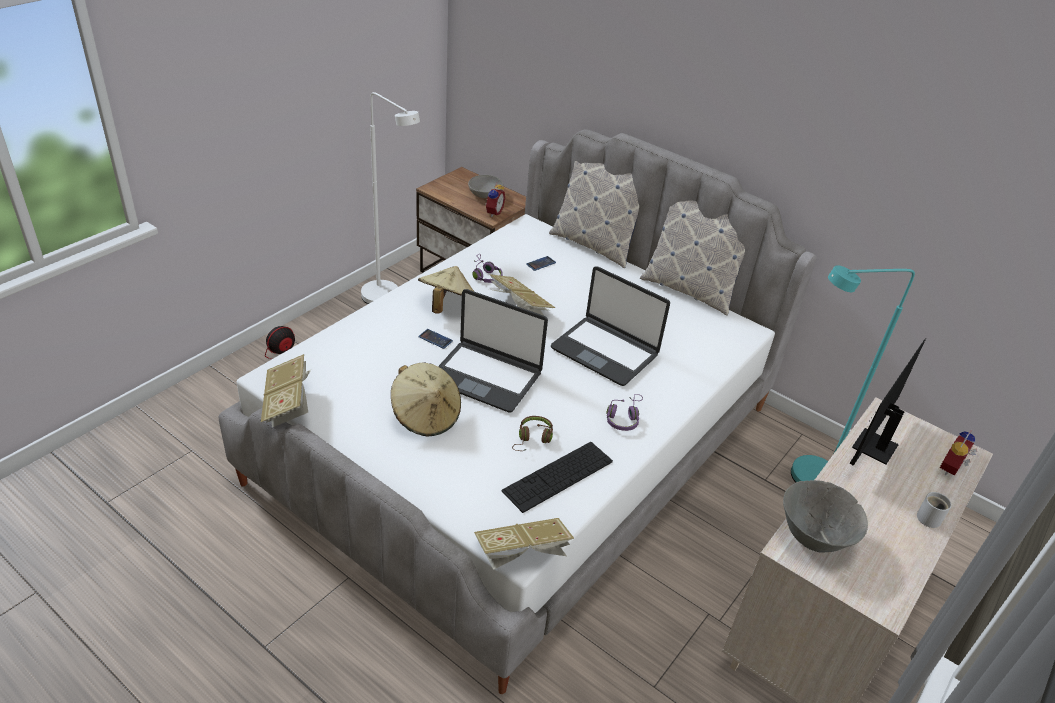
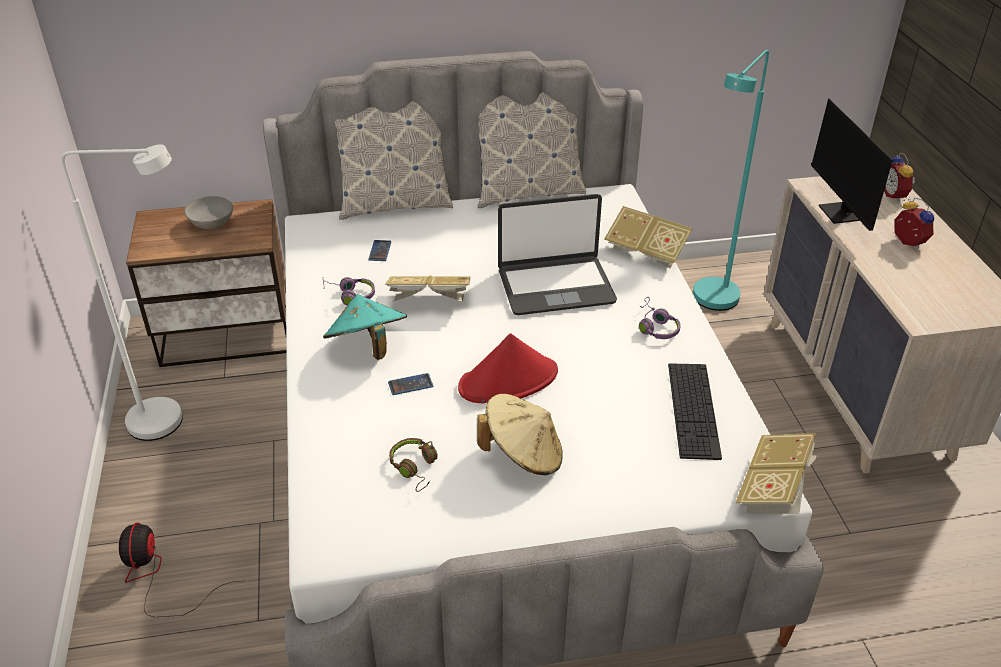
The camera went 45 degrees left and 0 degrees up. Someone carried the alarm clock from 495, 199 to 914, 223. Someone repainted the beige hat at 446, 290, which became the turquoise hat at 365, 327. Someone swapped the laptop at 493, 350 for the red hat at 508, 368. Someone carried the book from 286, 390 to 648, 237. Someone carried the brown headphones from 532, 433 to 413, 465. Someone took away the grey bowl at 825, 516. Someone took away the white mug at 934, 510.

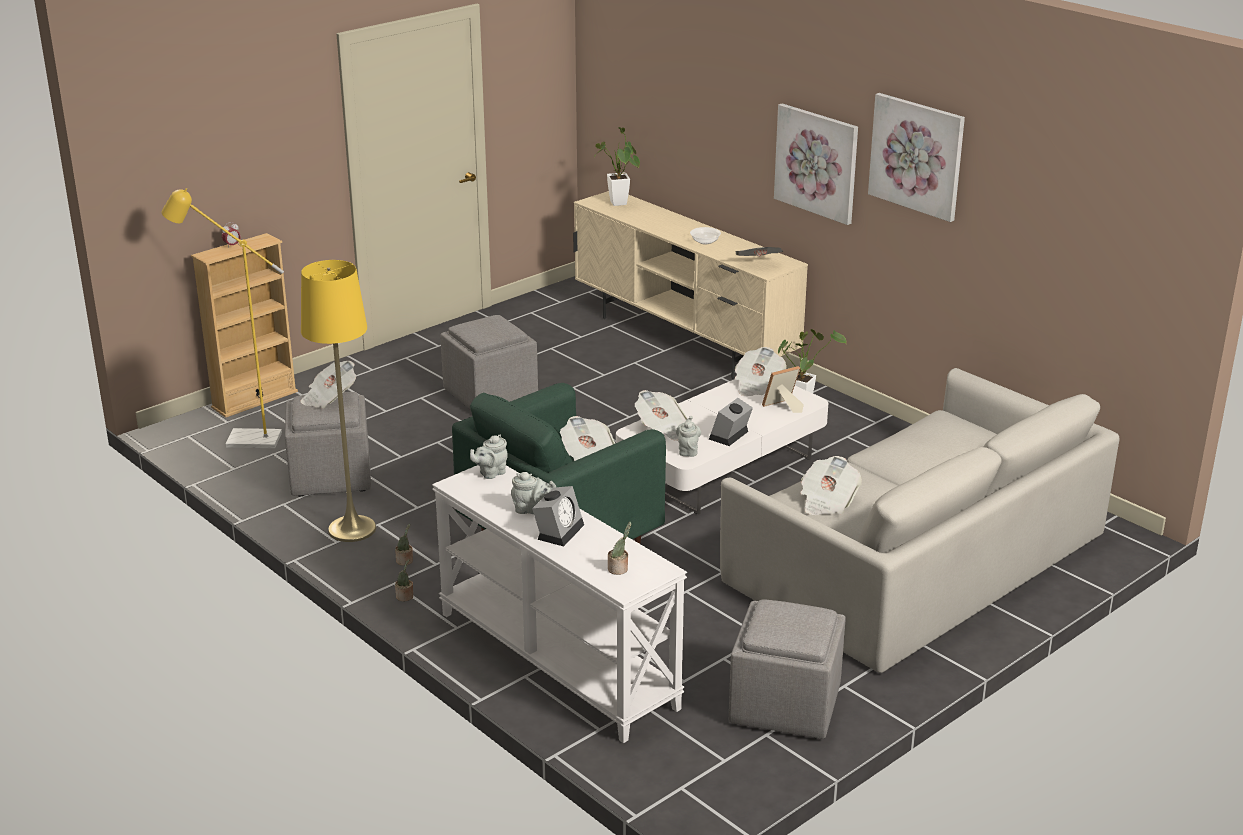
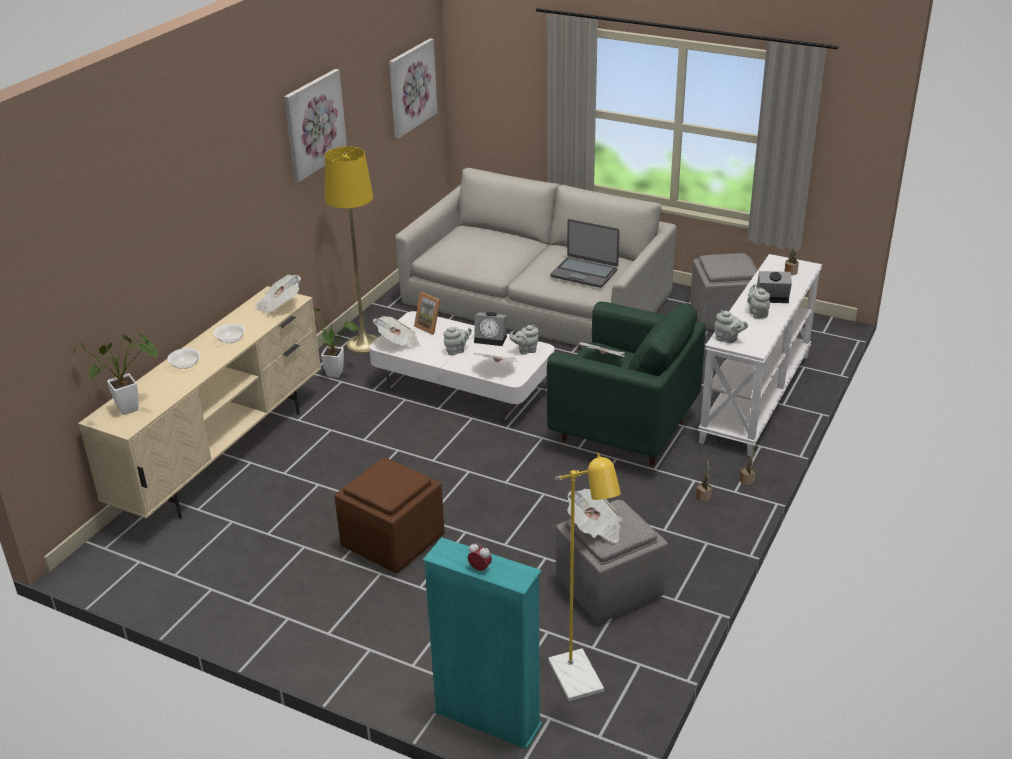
The camera went 110 degrees left and 5 degrees up. Someone carried the picture from 816, 164 to 413, 88. Someone repainted the beige bookcase at 244, 325, which became the turquoise bookcase at 482, 643. Someone carried the yellow floor lamp from 338, 401 to 351, 250. Someone repainted the grey ottoman at 489, 362, which became the brown ottoman at 389, 515. Someone swapped the newspaper at 831, 485 for the laptop at 585, 253. Someone put down the grey teapot at 457, 341. Someone put down the bowl at 183, 358.

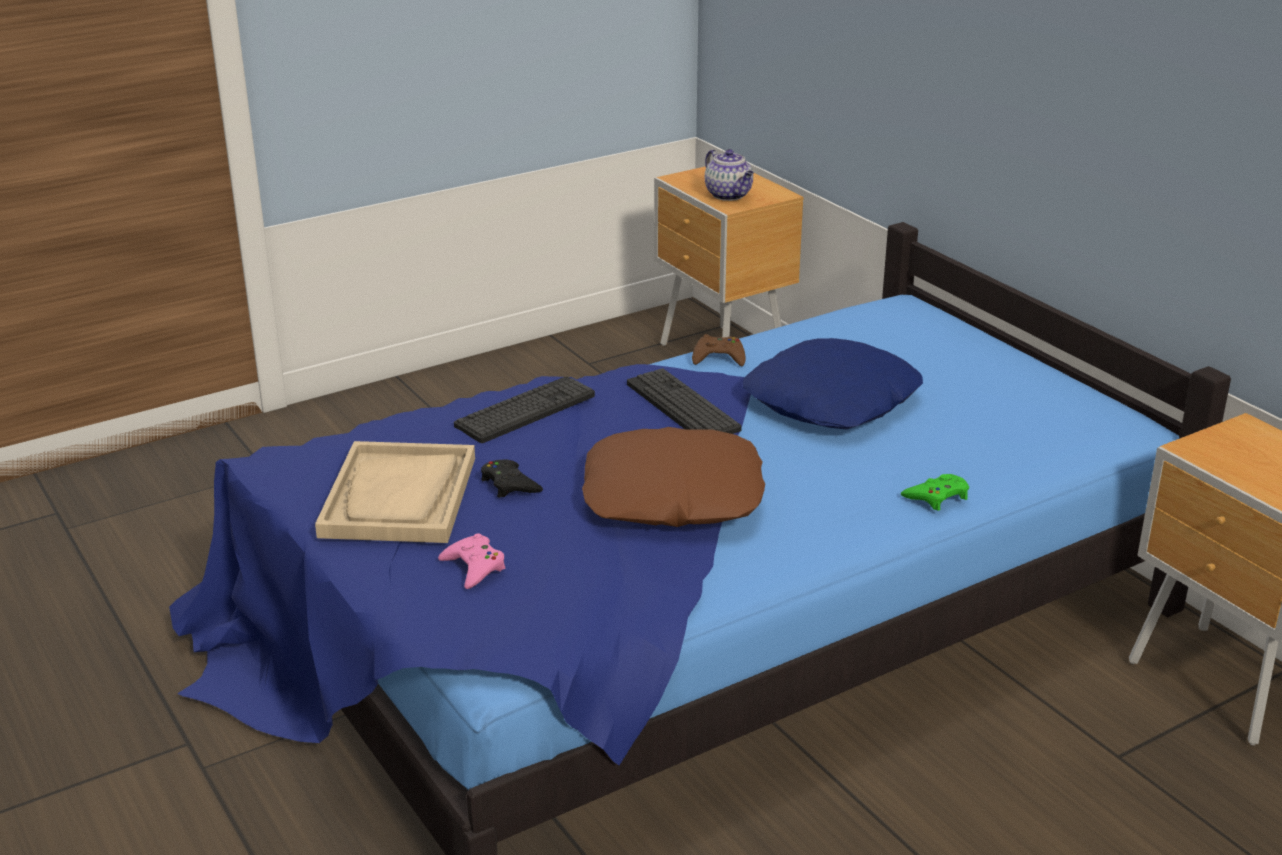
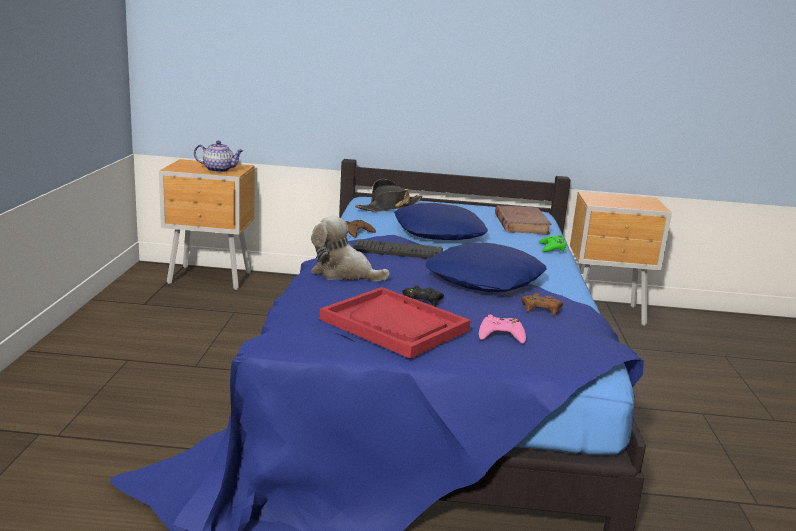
The camera went 55 degrees left and 10 degrees down. Someone swapped the keyboard at 524, 410 for the plush toy at 350, 248. Someone repainted the brown pillow at 673, 477, which became the blue pillow at 486, 267. Someone repainted the beige tray at 395, 492, which became the red tray at 395, 323. Someone put down the black hat at 389, 195. Someone put down the brown book at 523, 219. Someone put down the brown game controller at 542, 304.

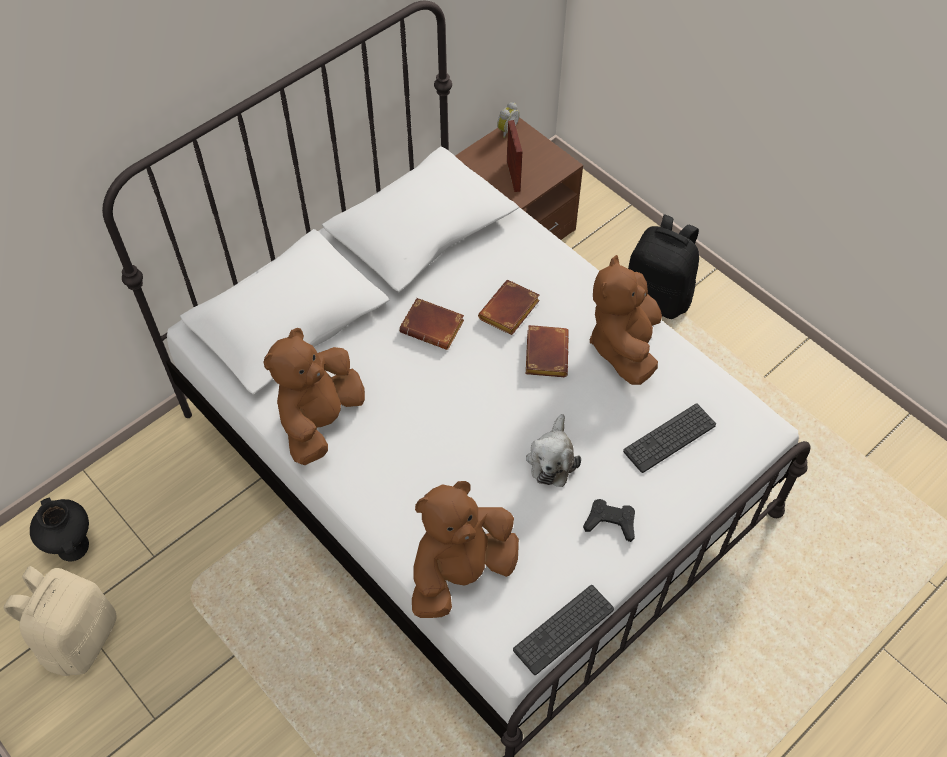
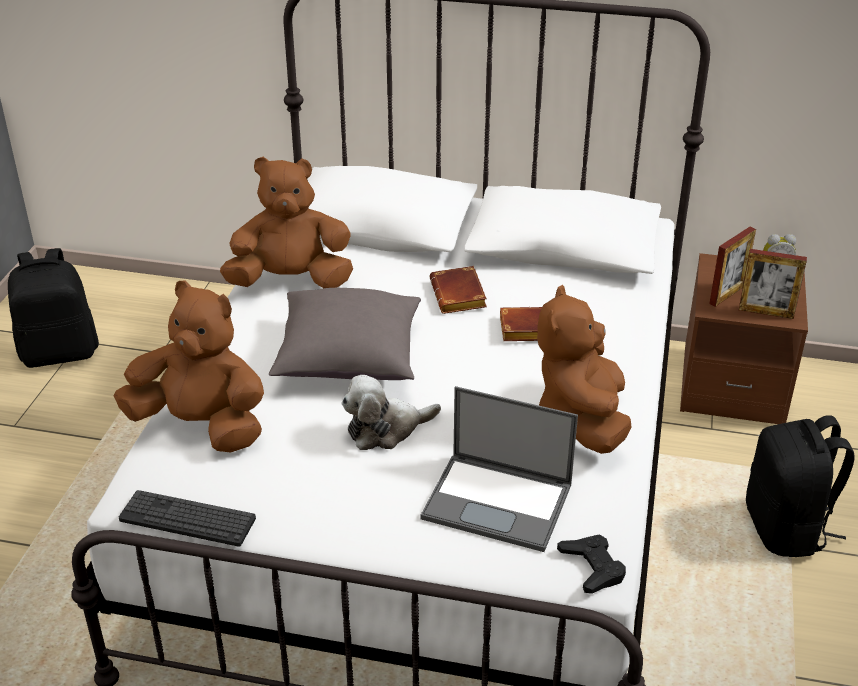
The camera went 55 degrees right and 20 degrees down. Someone rotated the brown plush toy at 626, 320 by 60 degrees counterclockwise. Someone took away the brown book at 547, 351. Someone swapped the keyboard at 669, 438 for the laptop at 499, 469. Someone took away the black vase at 59, 529. Someone carried the black game controller from 609, 520 to 591, 564. Someone repainted the beige backpack at 60, 621, which became the black backpack at 53, 308. Someone put down the picture frame at 773, 284. Someone put down the grey pillow at 345, 334.

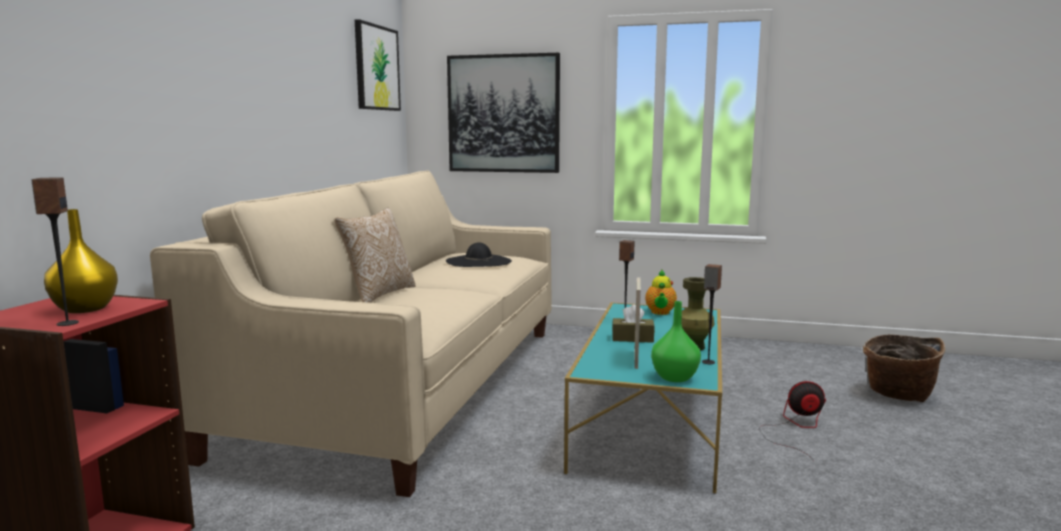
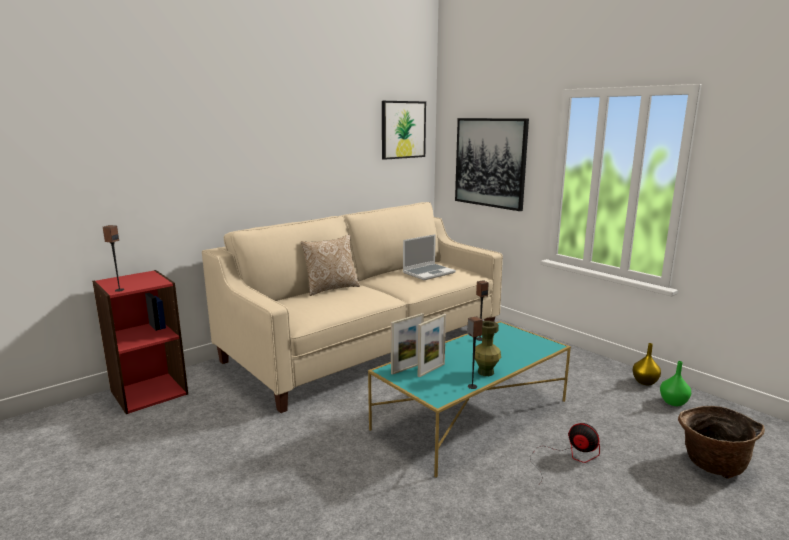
The camera went 35 degrees right and 5 degrees up. Someone carried the yellow vase from 81, 261 to 646, 364. Someone swapped the black hat at 479, 254 for the laptop at 429, 257. Someone took away the teapot at 661, 292. Someone carried the green vase from 676, 341 to 675, 383. Someone took away the brown tissue box at 633, 324. Someone put down the picture frame at 407, 344.

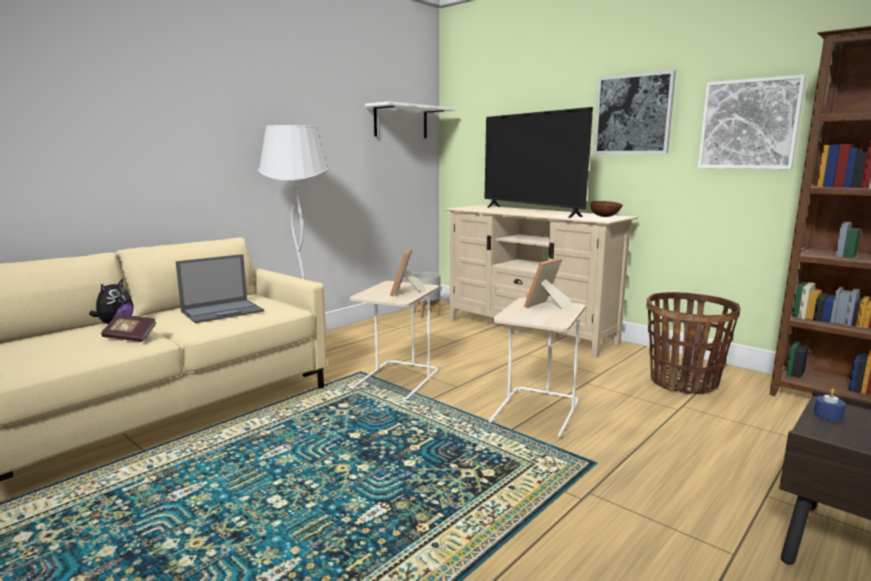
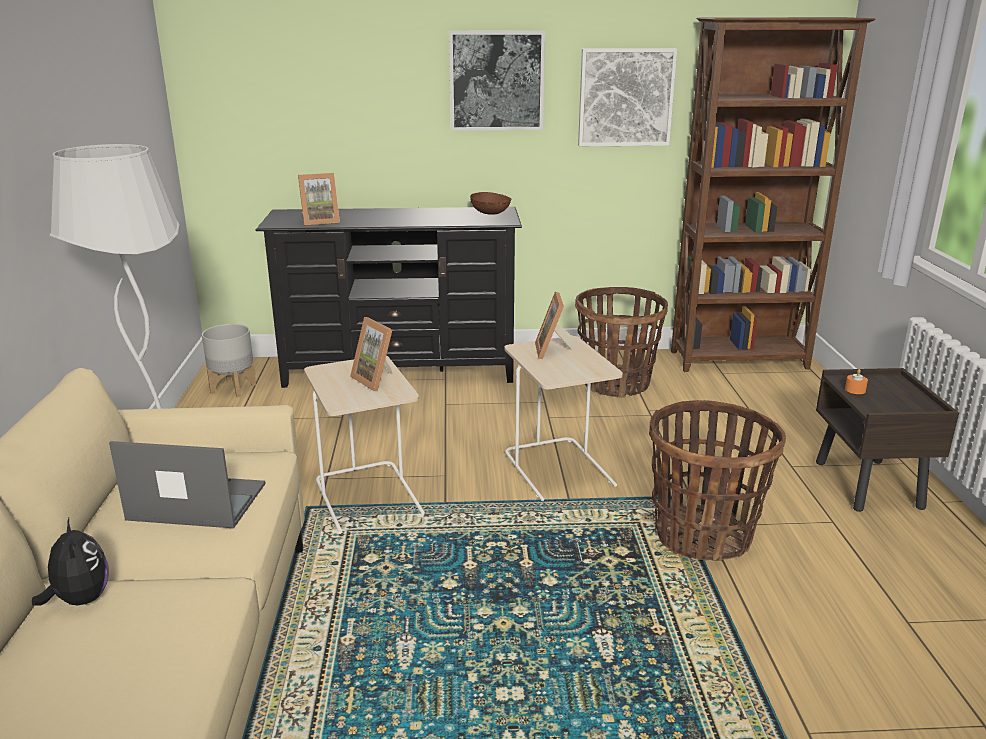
The camera went 45 degrees left and 10 degrees up. Someone took away the white shelf at 410, 119. Someone took away the television at 539, 162. Someone repainted the beige tv stand at 541, 281, which became the black tv stand at 388, 297. Someone rotated the laptop at 219, 288 by 90 degrees counterclockwise. Someone took away the book at 129, 328. Someone repainted the blue candle at 830, 405, which became the orange candle at 856, 381. Someone put down the picture frame at 319, 199. Someone put down the basket at 717, 480.

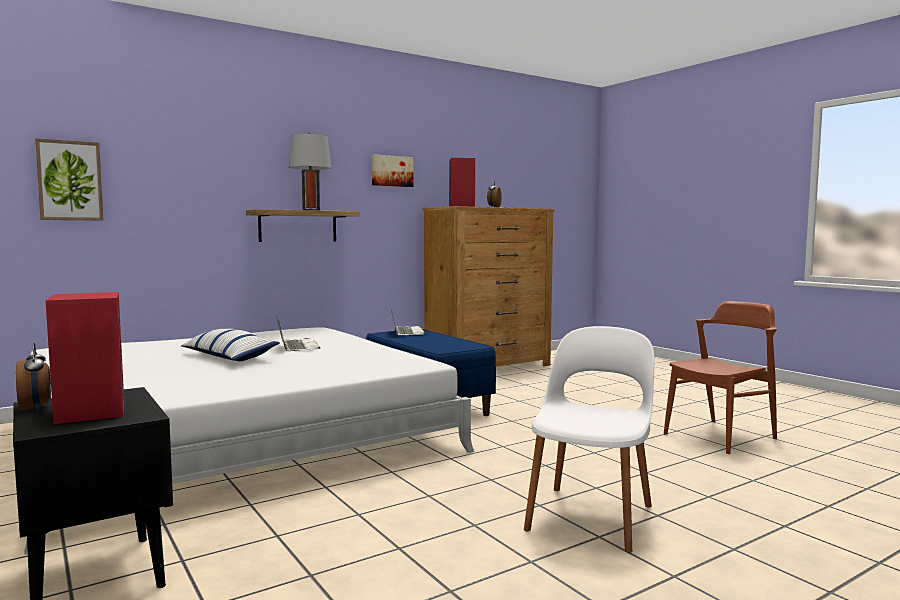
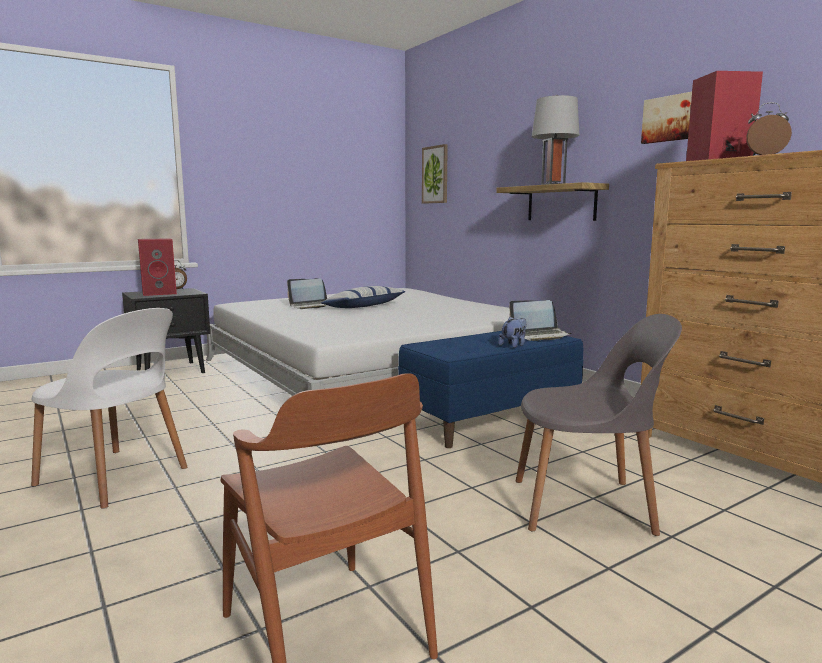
The camera went 90 degrees right and 5 degrees up. Someone carried the laptop from 298, 333 to 307, 293. Someone put down the grey chair at 599, 425. Someone put down the plush toy at 512, 332.

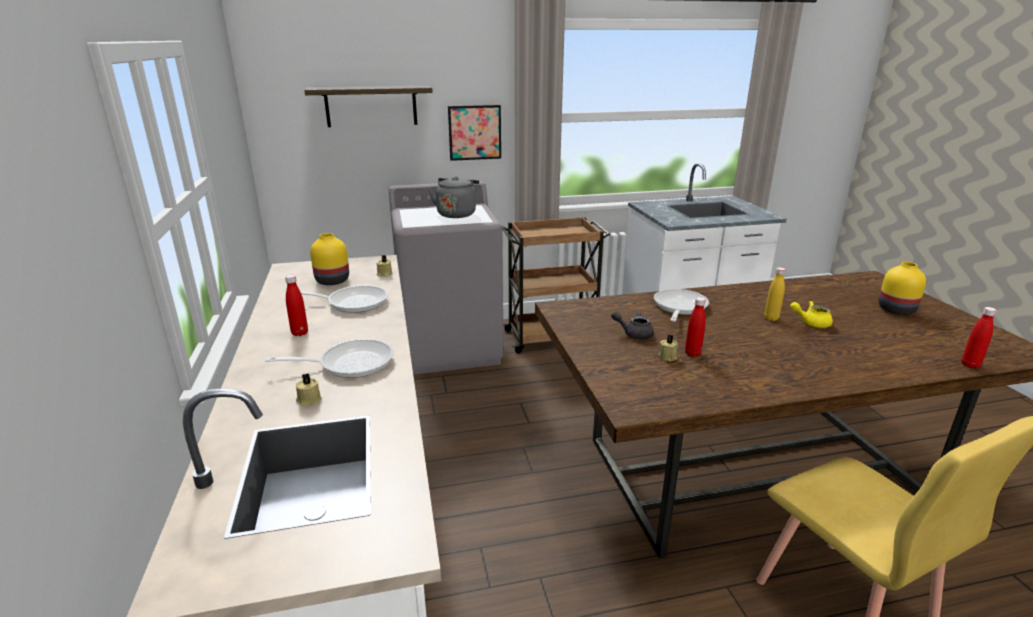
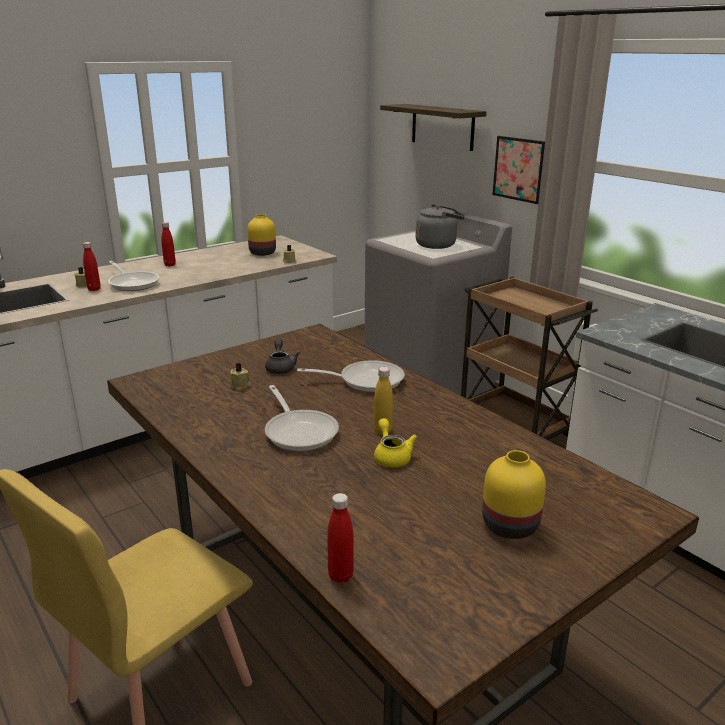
The camera went 65 degrees right and 0 degrees up. Someone carried the frying pan from 344, 299 to 302, 418. Someone carried the red bottle from 695, 327 to 92, 266.

